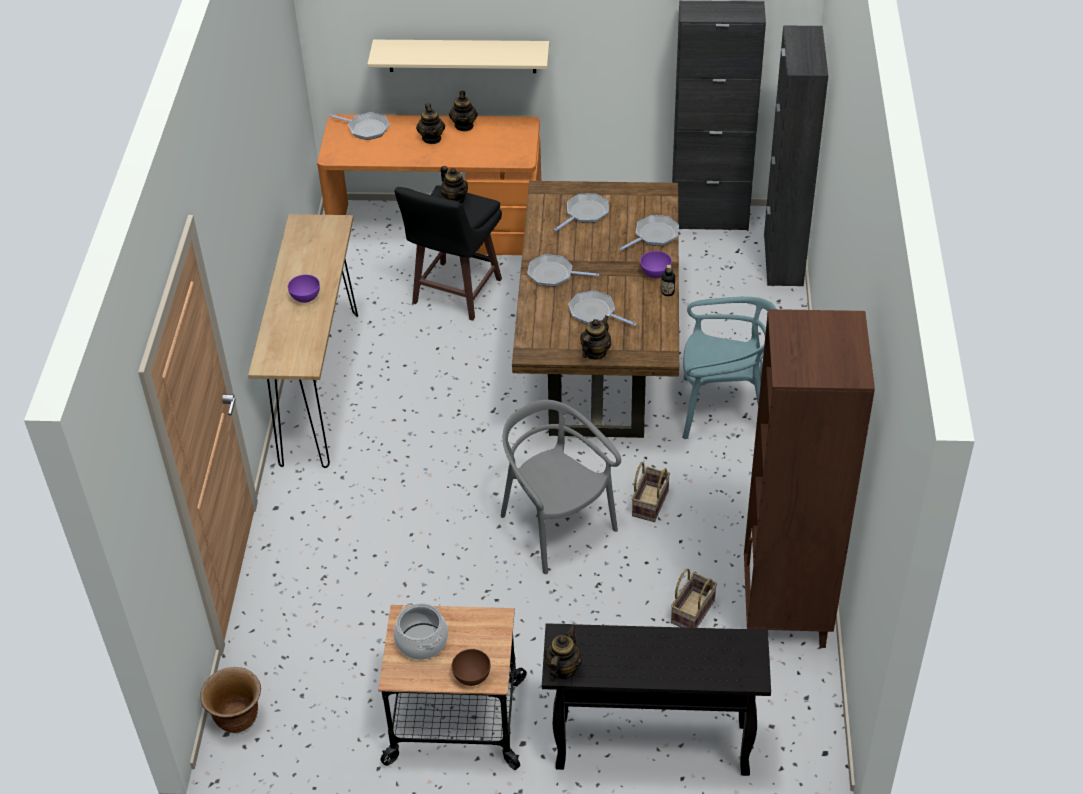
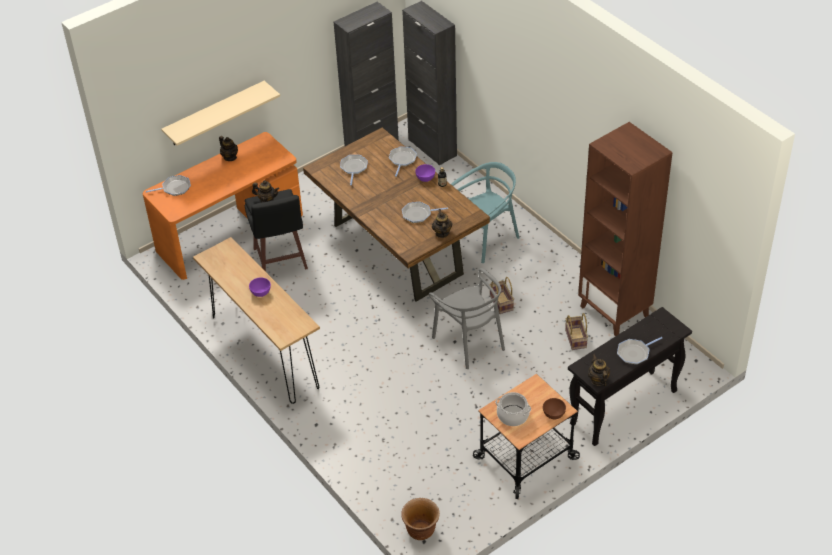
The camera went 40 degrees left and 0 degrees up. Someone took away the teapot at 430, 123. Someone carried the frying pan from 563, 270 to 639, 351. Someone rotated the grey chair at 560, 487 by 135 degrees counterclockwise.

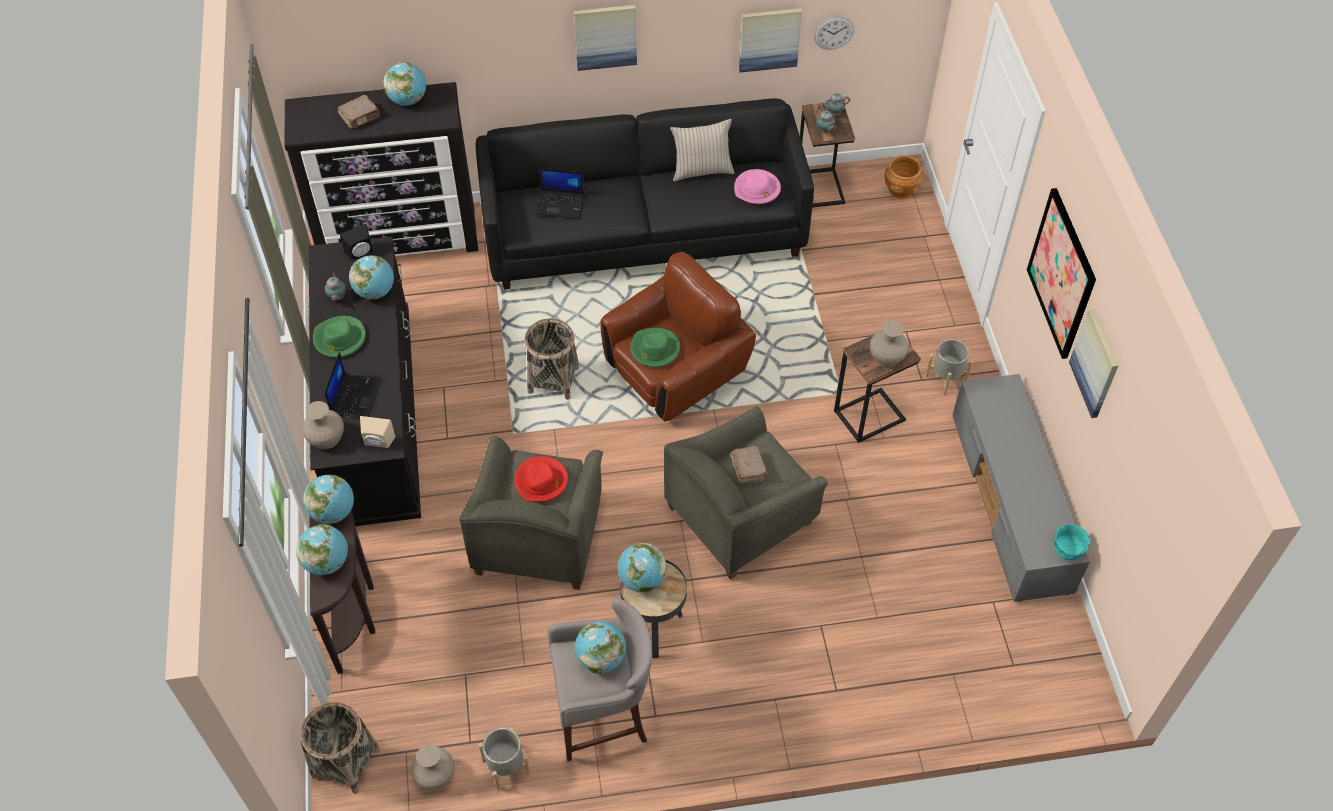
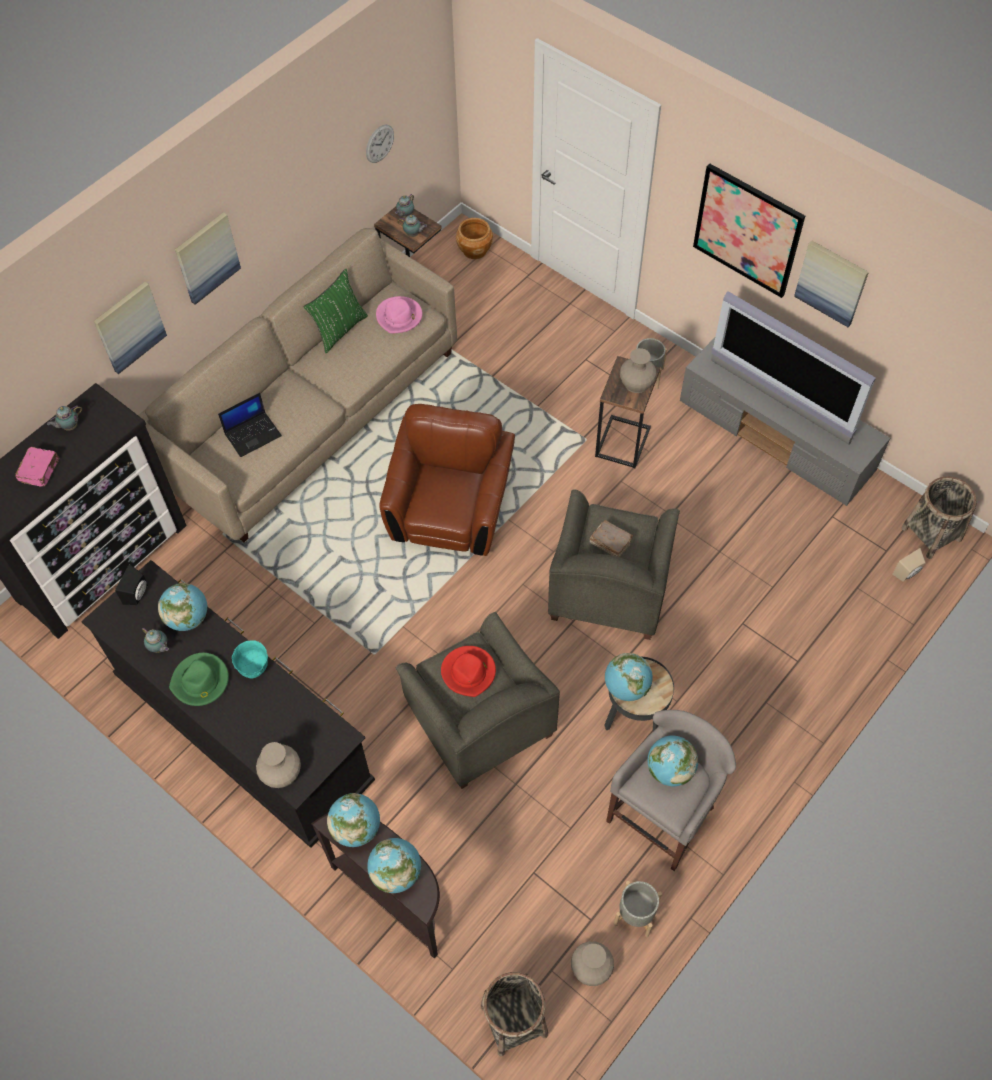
The camera went 40 degrees left and 5 degrees up. Someone carried the picture from 770, 40 to 130, 328. Someone swapped the globe at 404, 84 for the teapot at 64, 418. Someone repainted the brown book at 358, 111, which became the pink book at 37, 467. Someone repainted the black sofa at 645, 194, which became the beige sofa at 297, 385. Someone repainted the beige pillow at 702, 150, which became the green pillow at 336, 311. Someone carried the basket from 551, 359 to 939, 517. Someone took away the green hat at 655, 347. Someone took away the laptop at 353, 385. Someone carried the beige speaker from 377, 432 to 909, 565. Someone carried the turquoise bowl from 1072, 542 to 250, 659. Someone put down the television at 793, 368.

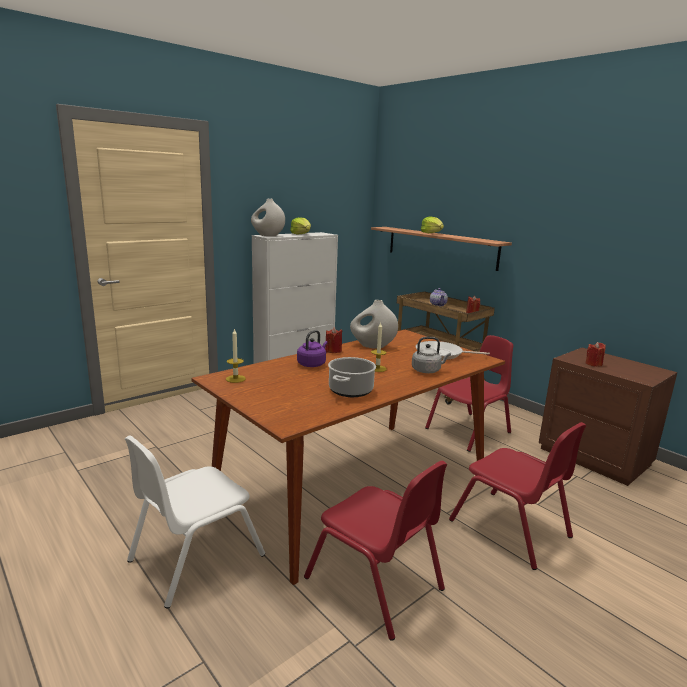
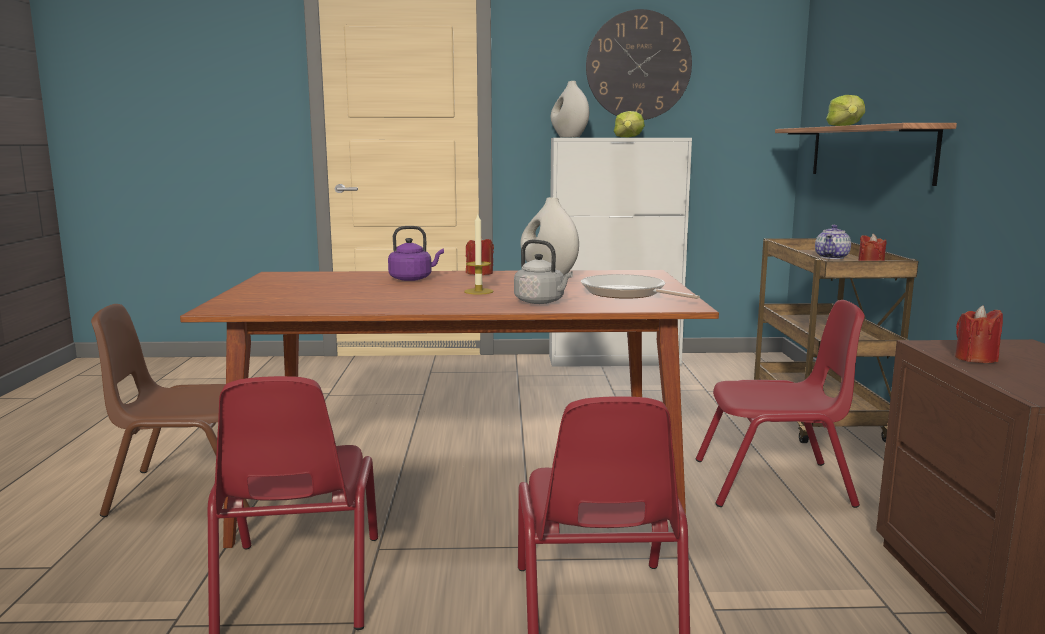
The camera went 40 degrees right and 5 degrees down. Someone took away the candle at 236, 355. Someone took away the cooking pot at 352, 377. Someone repainted the white chair at 195, 521, which became the brown chair at 170, 410. Someone put up the wall clock at 639, 64.

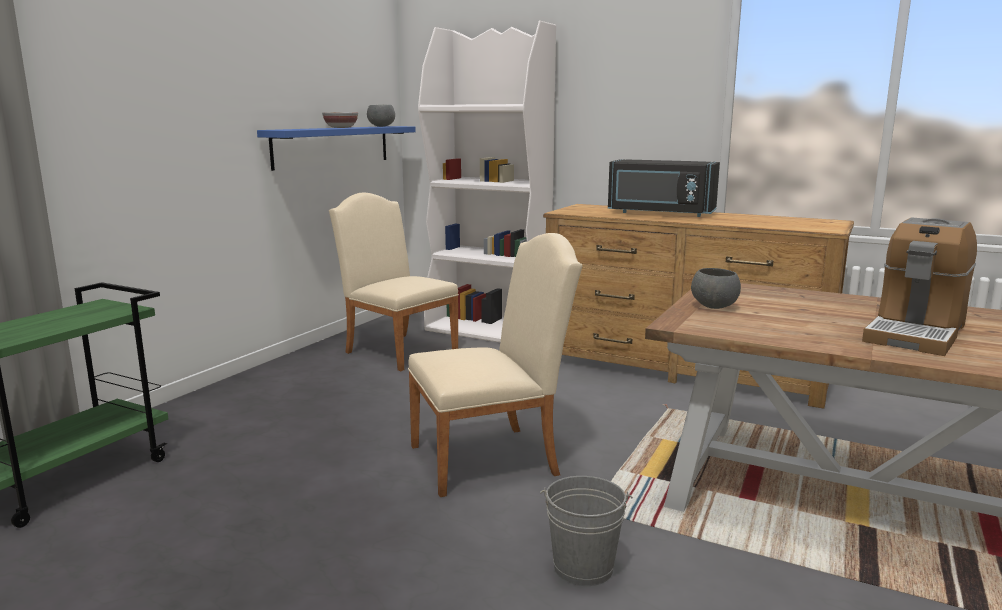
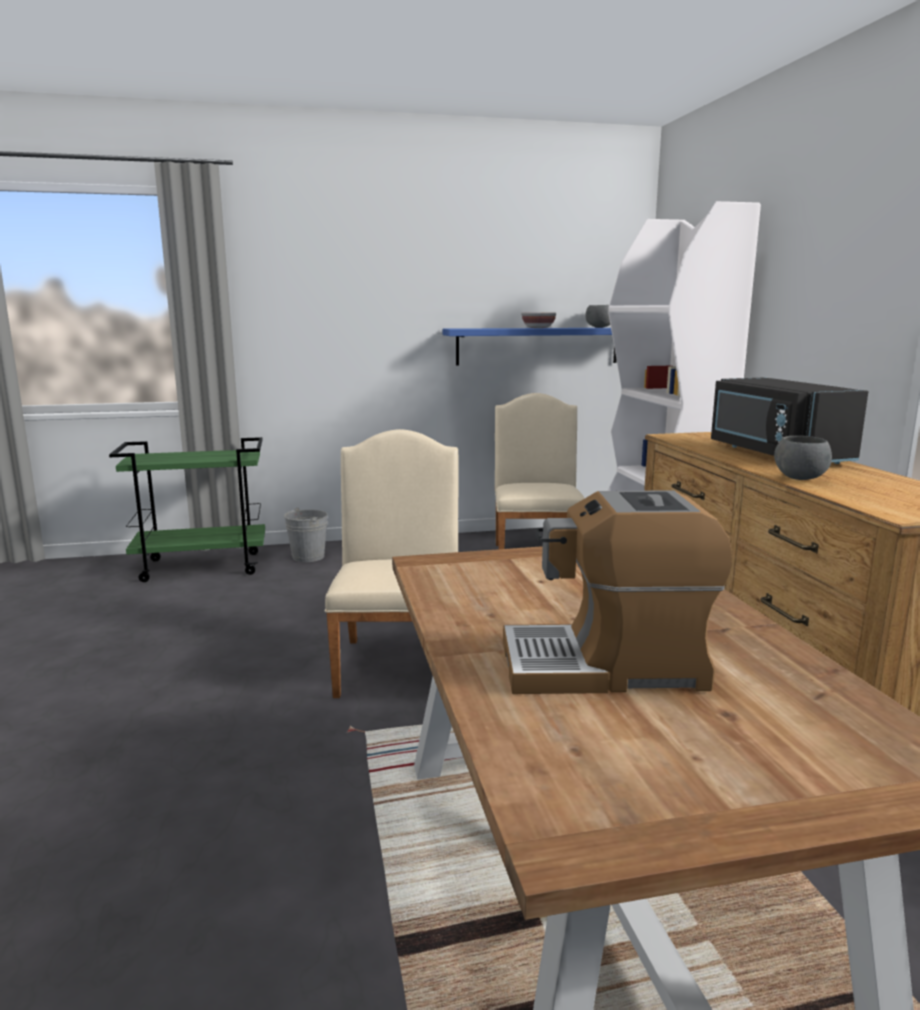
The camera went 50 degrees right and 0 degrees up. Someone rotated the beige chair at 495, 365 by 120 degrees counterclockwise. Someone carried the grey bowl from 716, 288 to 803, 458. Someone carried the grey bucket from 586, 531 to 306, 534.

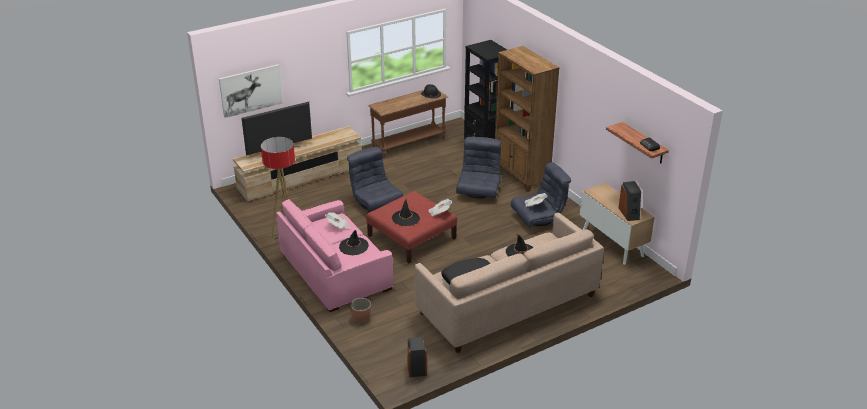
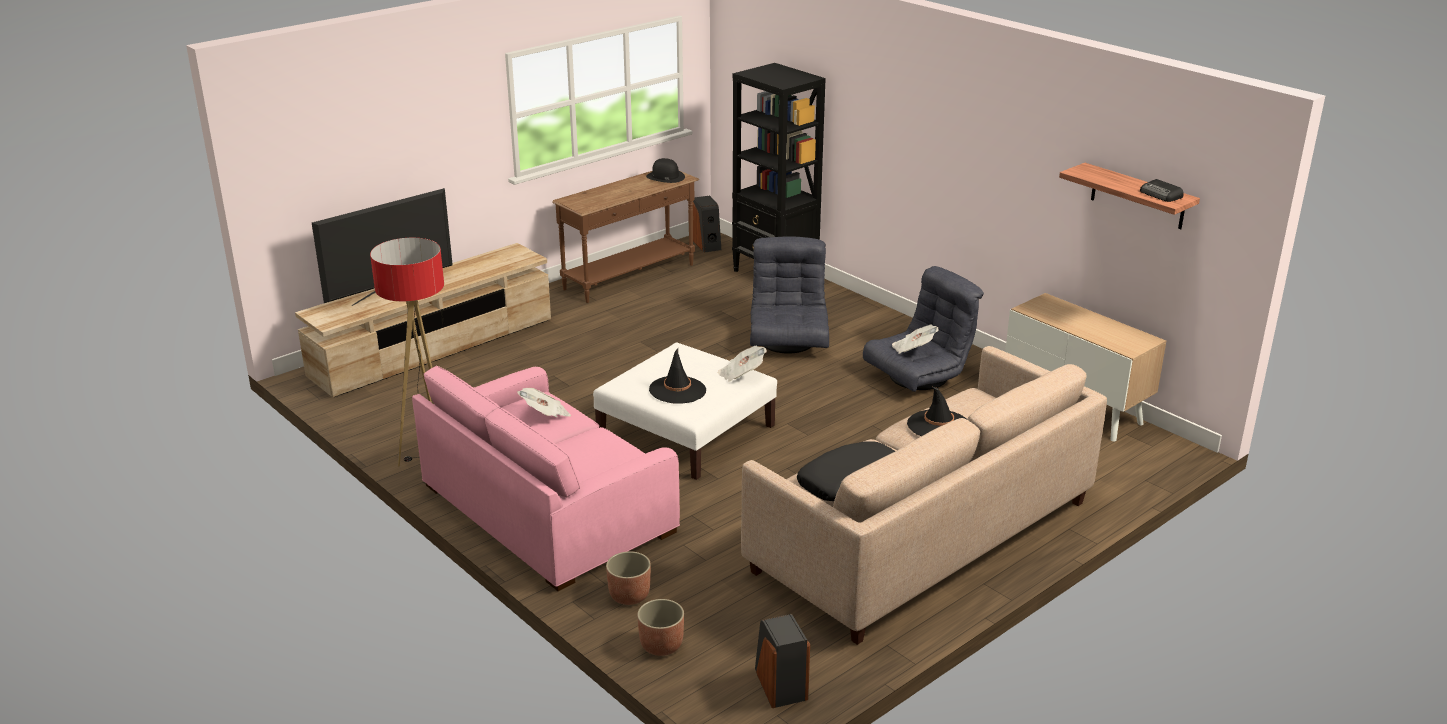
The camera went 10 degrees left and 5 degrees down. Someone took away the brown bookcase at 527, 119. Someone took away the picture at 251, 91. Someone took away the grey armchair at 375, 179. Someone carried the speaker from 630, 201 to 707, 224. Someone repainted the red ottoman at 411, 227, which became the white ottoman at 685, 411. Someone took away the black hat at 354, 242. Someone put down the planter at 660, 627.

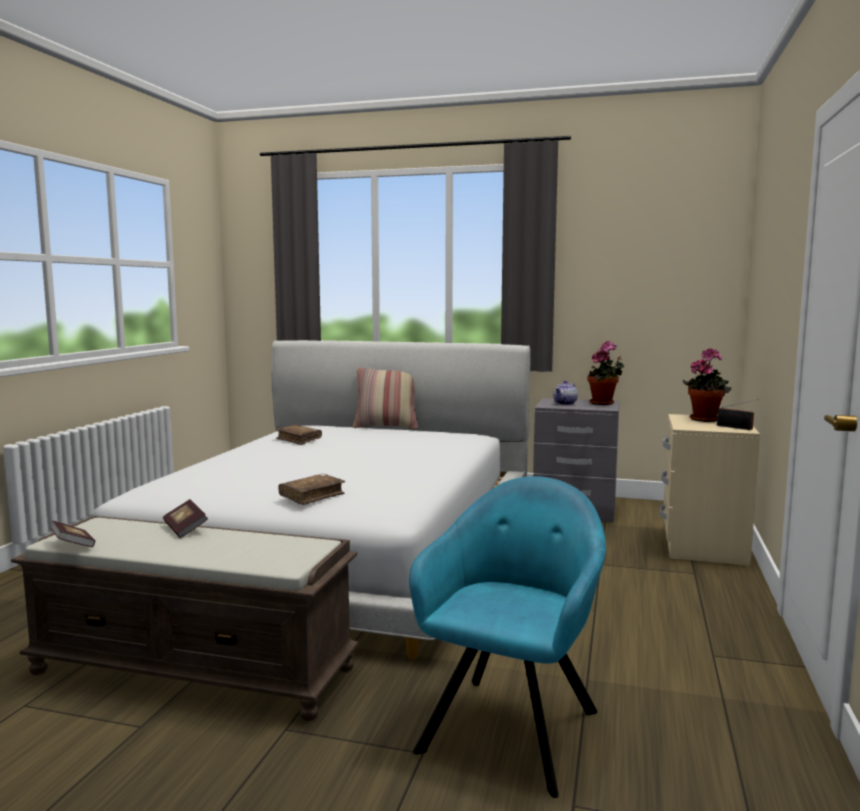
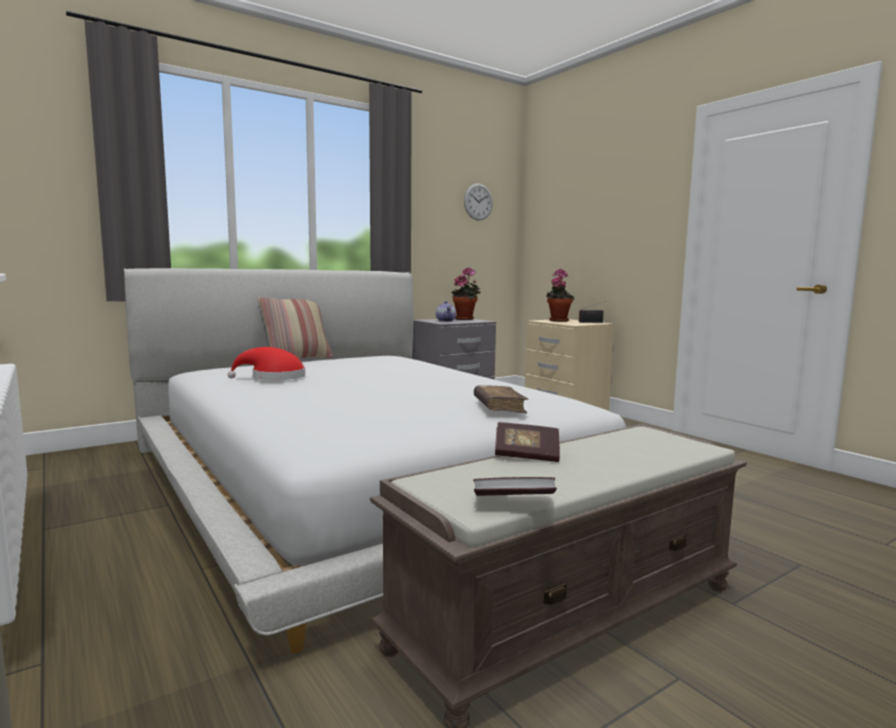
The camera went 50 degrees left and 0 degrees up. Someone swapped the brown book at 299, 435 for the red hat at 266, 363. Someone took away the turquoise armchair at 507, 637. Someone put up the wall clock at 478, 202.

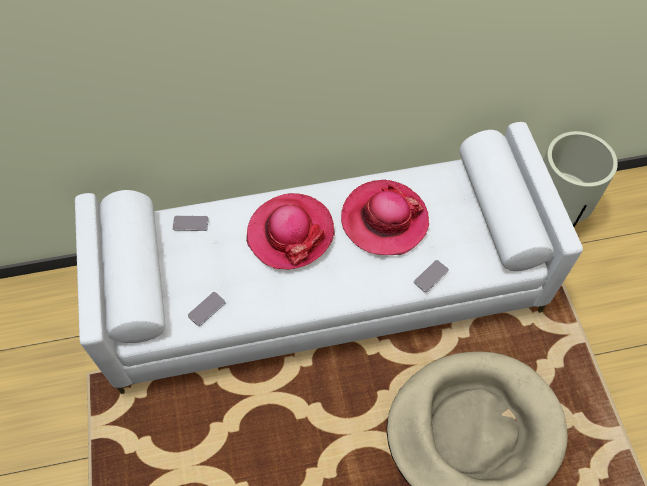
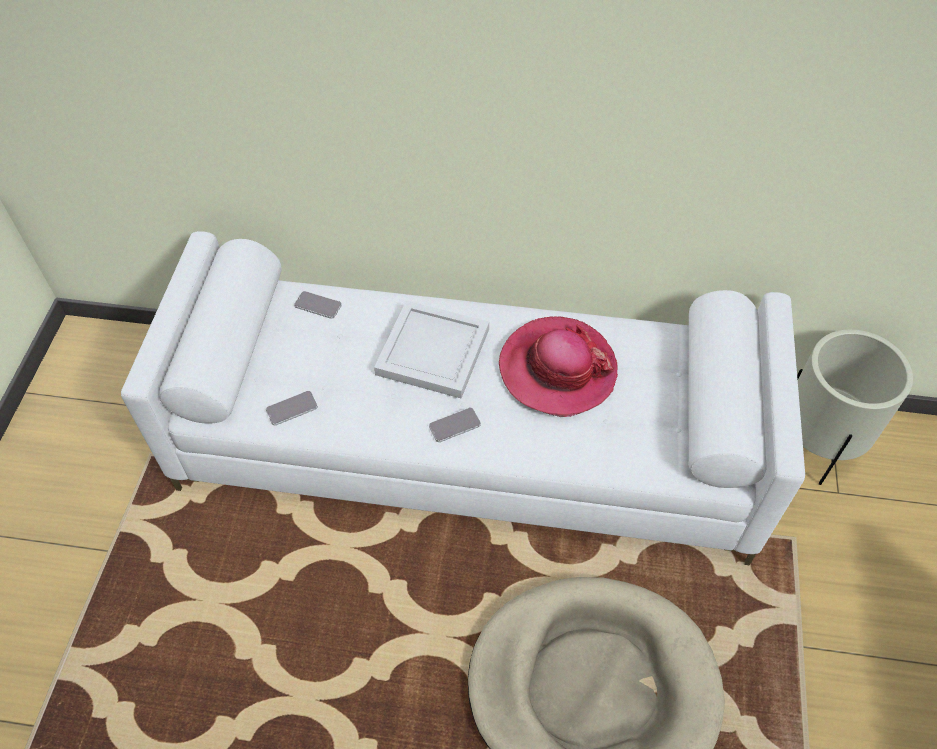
The camera went 20 degrees right and 5 degrees down. Someone swapped the hat at 290, 231 for the white tray at 431, 349. Someone carried the phone from 431, 276 to 455, 425.

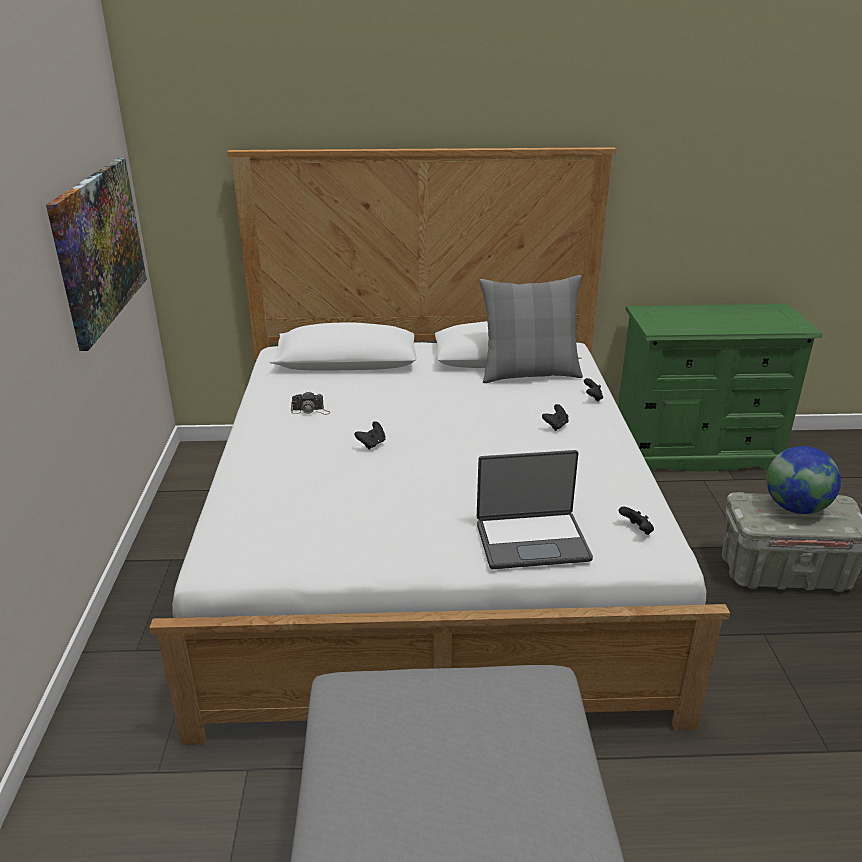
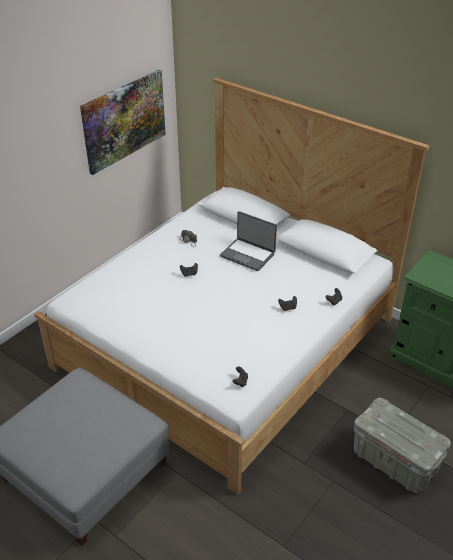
The camera went 40 degrees right and 10 degrees up. Someone took away the grey pillow at 531, 329. Someone took away the globe at 803, 480. Someone carried the laptop from 535, 509 to 248, 241.

